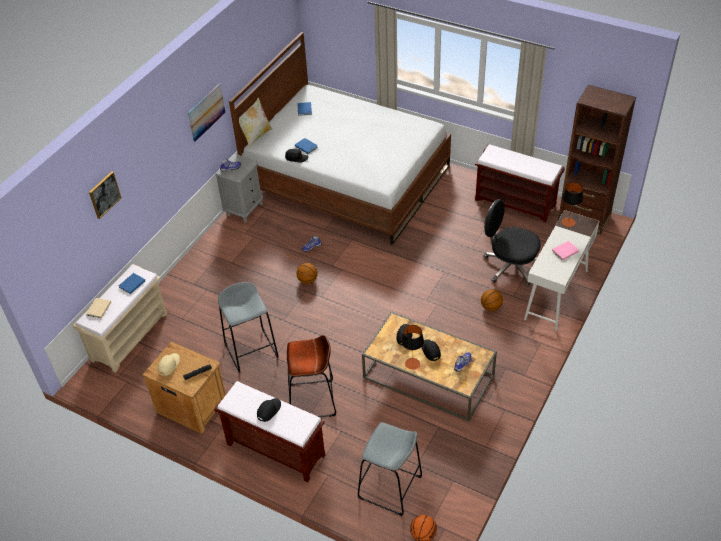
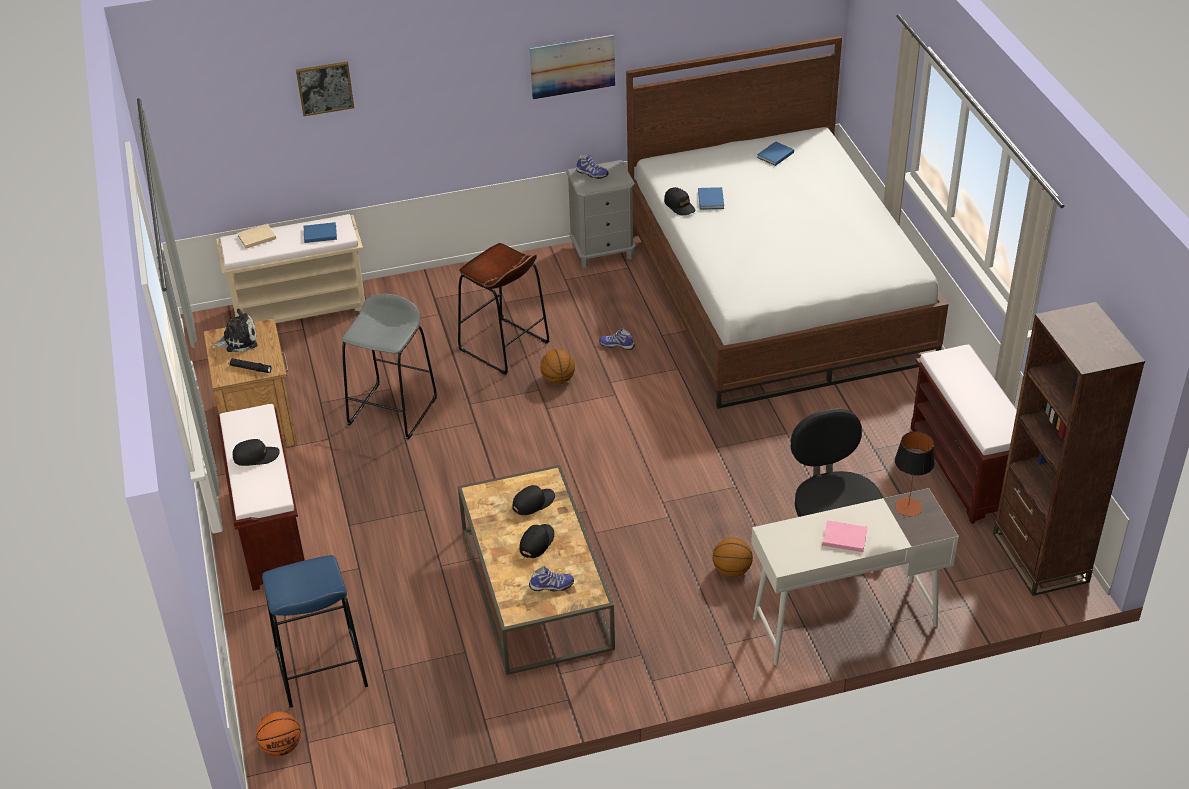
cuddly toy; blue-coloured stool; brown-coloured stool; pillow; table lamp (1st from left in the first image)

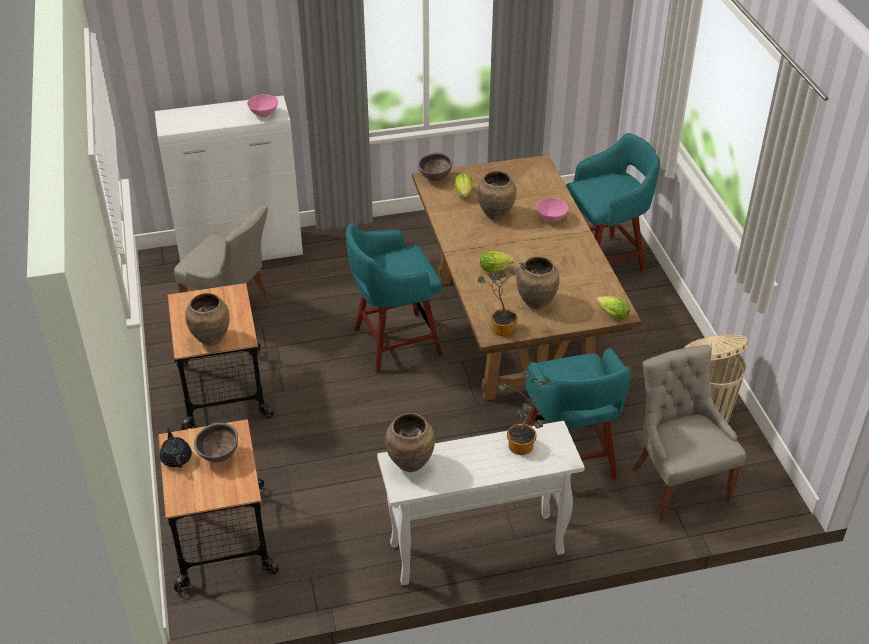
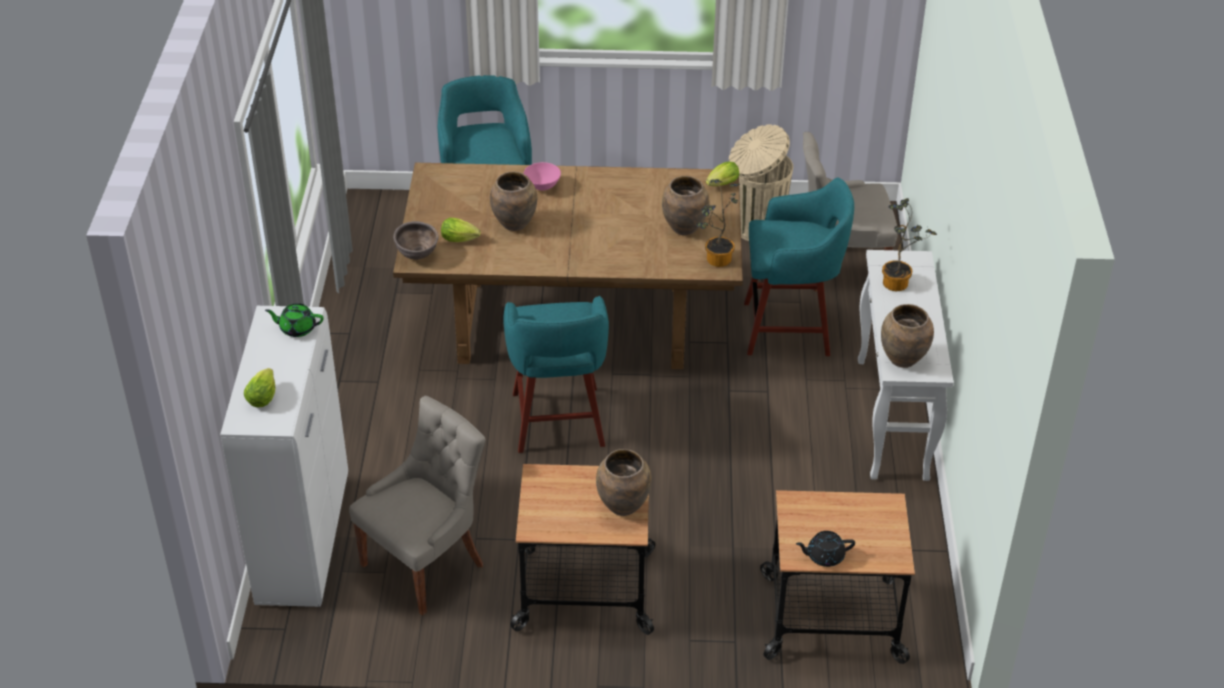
lettuce (1st from left); green tea pot; brown-coloured bowl (1st from left in the first image)

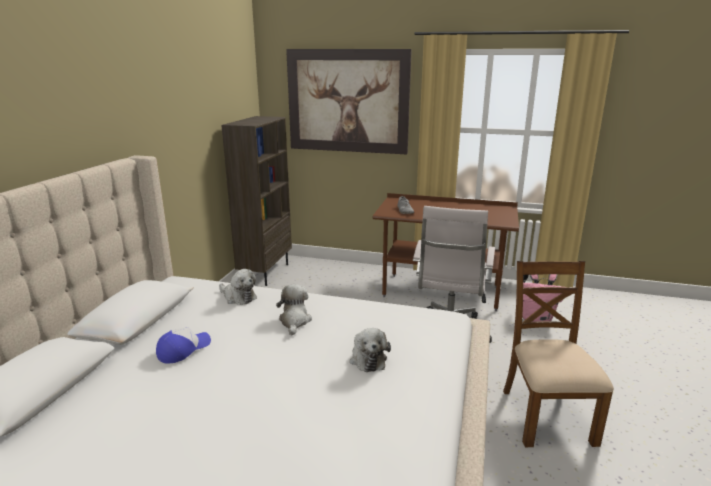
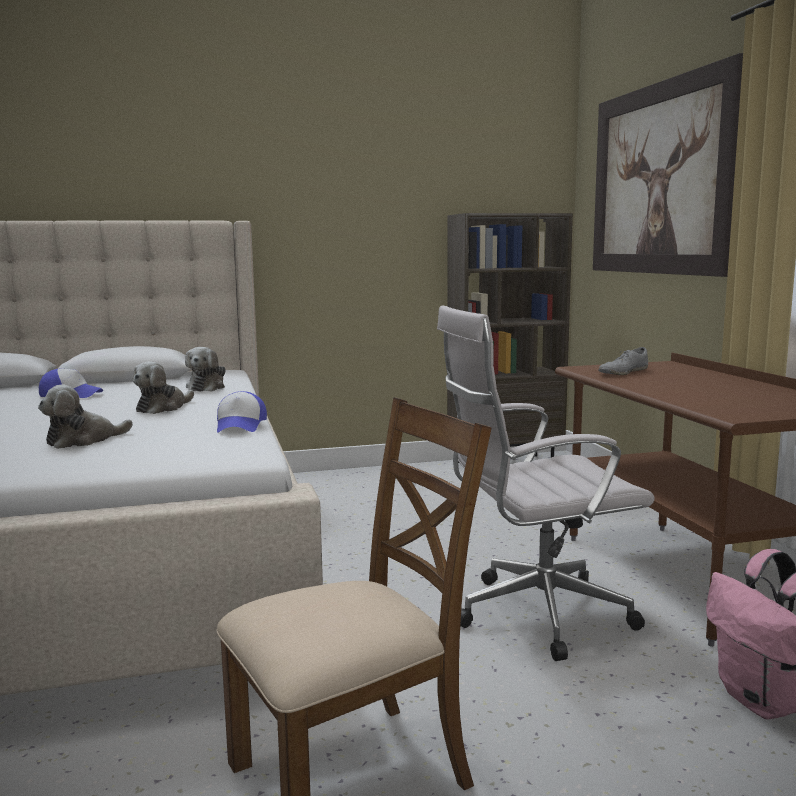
cuddly toy (2nd from left); baseball cap (2nd from left)

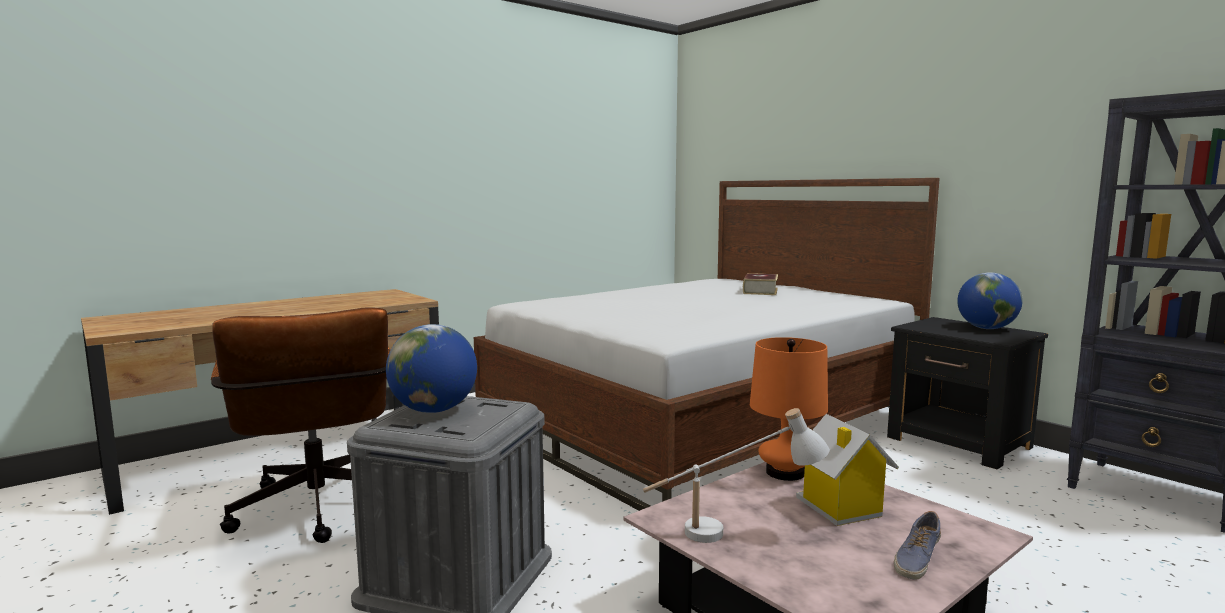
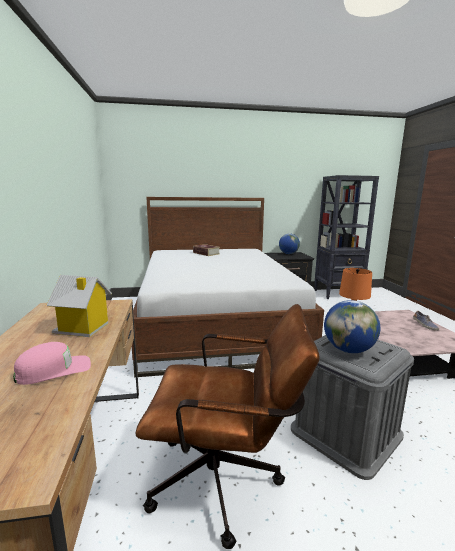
pink-coloured baseball cap; model house; white-coloured table lamp

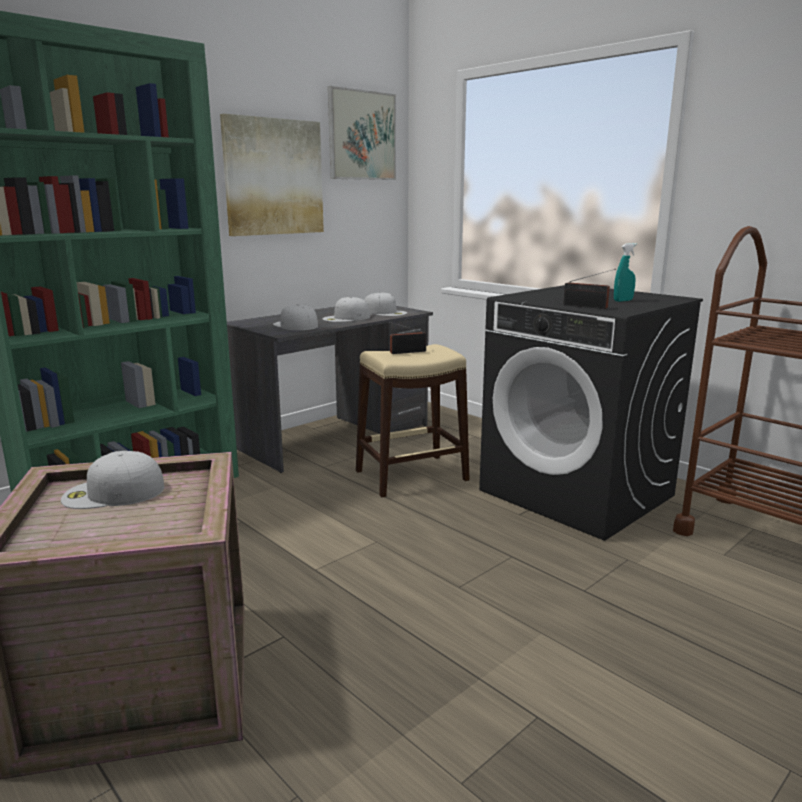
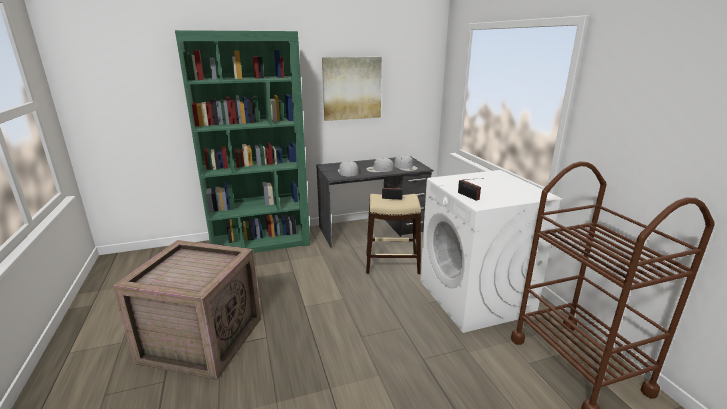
white-coloured laundry machine; white-coloured baseball cap (1st from left in the first image); wall picture (2nd from left in the first image); turquoise hand sprayer

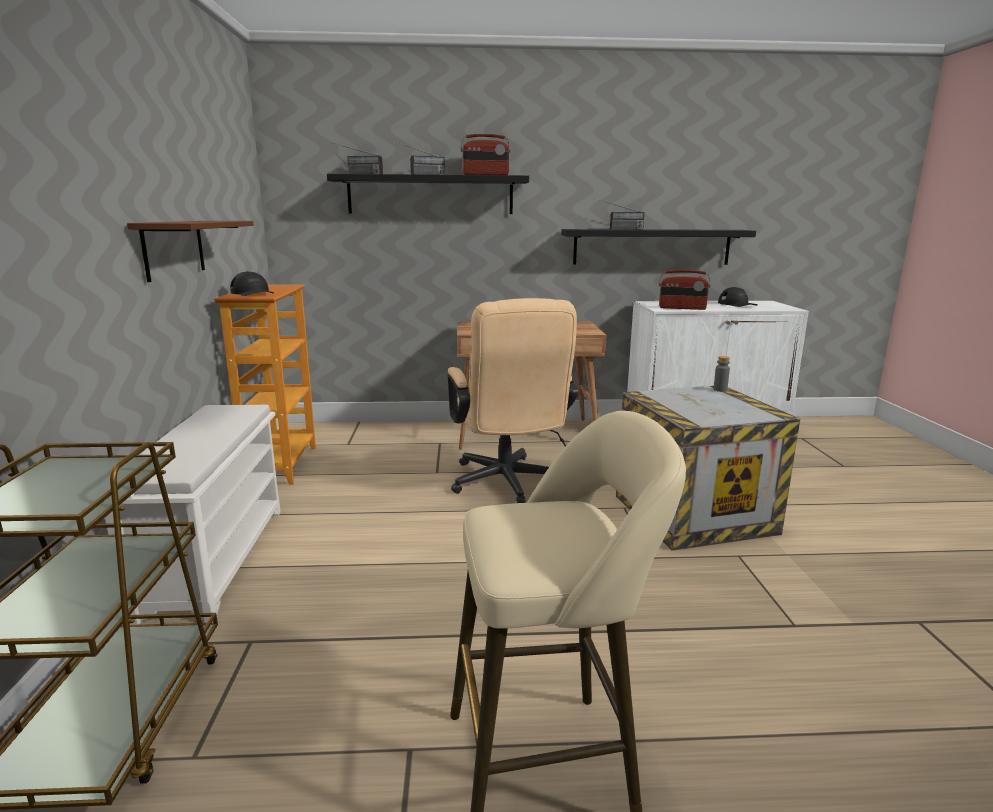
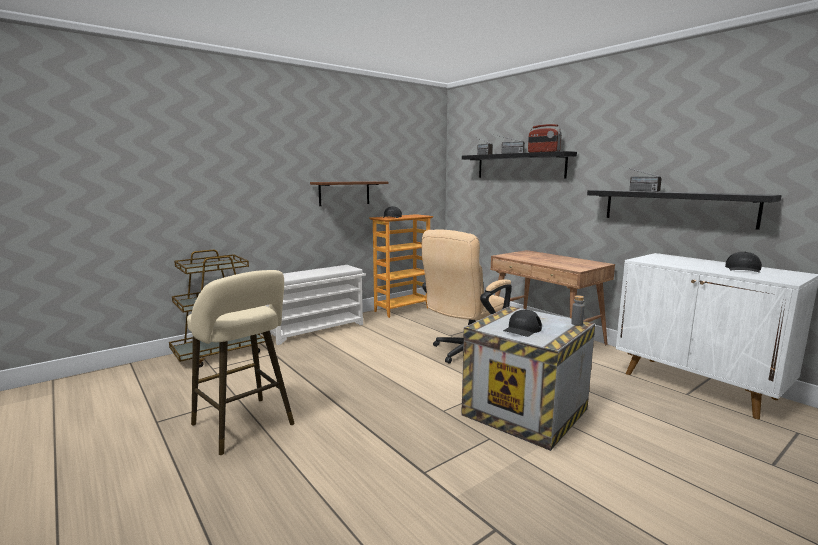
black-coloured baseball cap (2nd from left); radio receiver (5th from left in the first image)

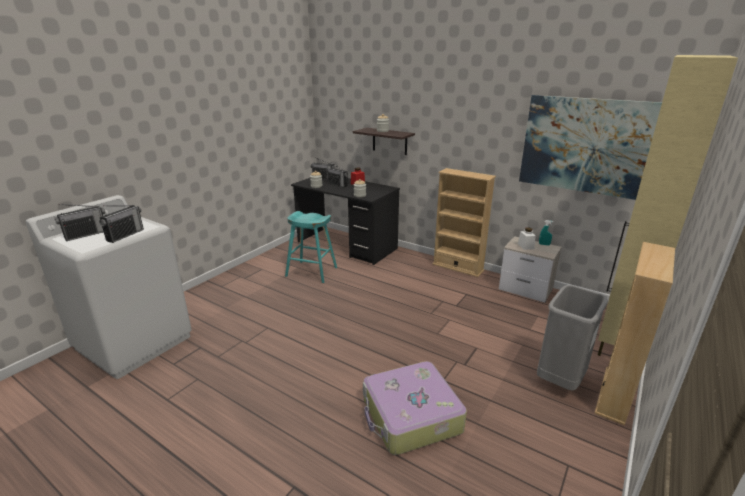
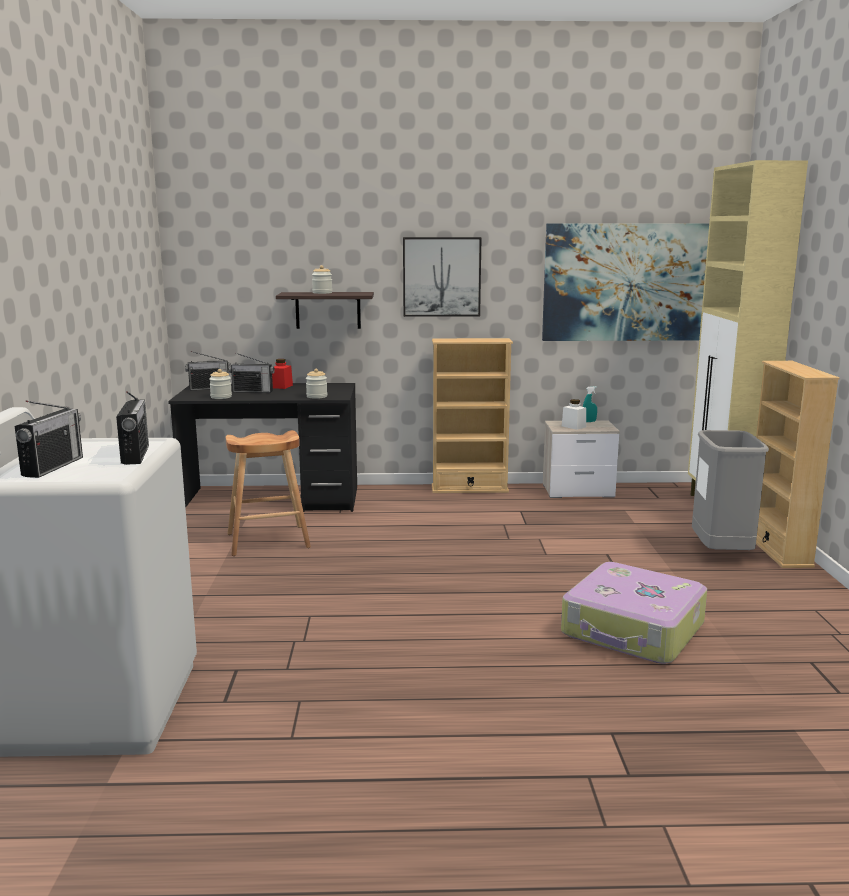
brown-coloured stool; wall picture (1st from left)

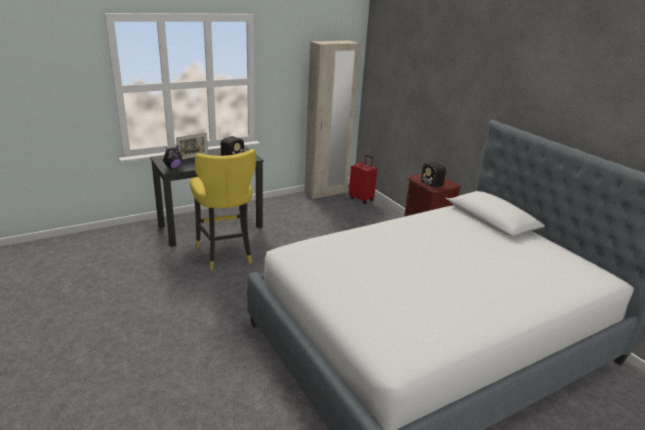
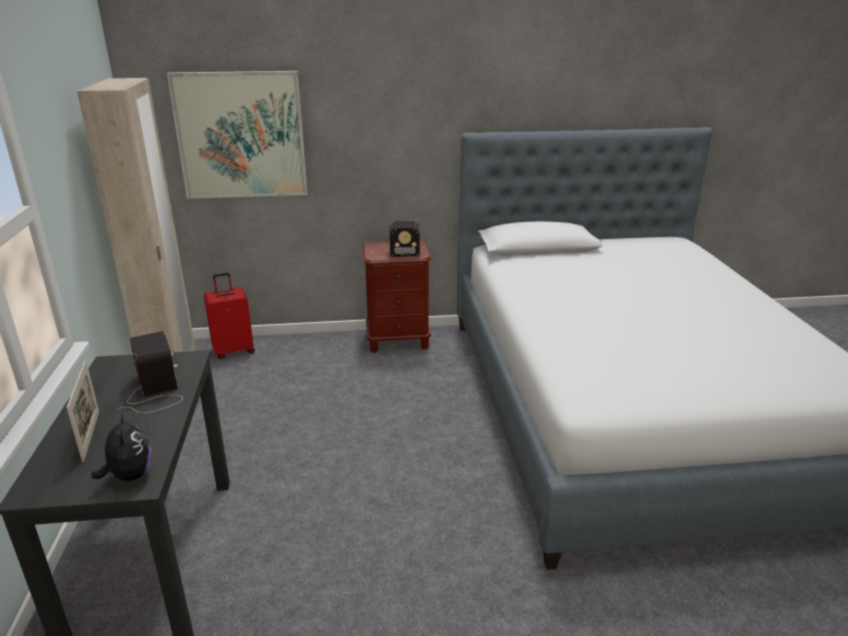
wall picture; yellowish stool

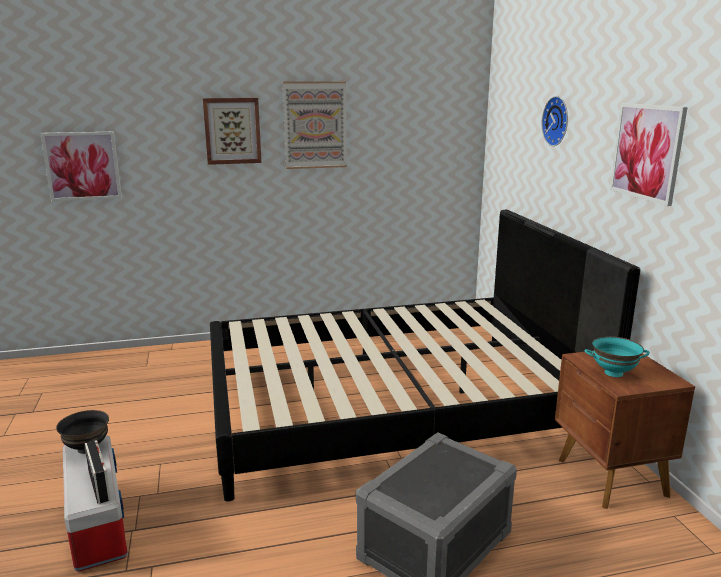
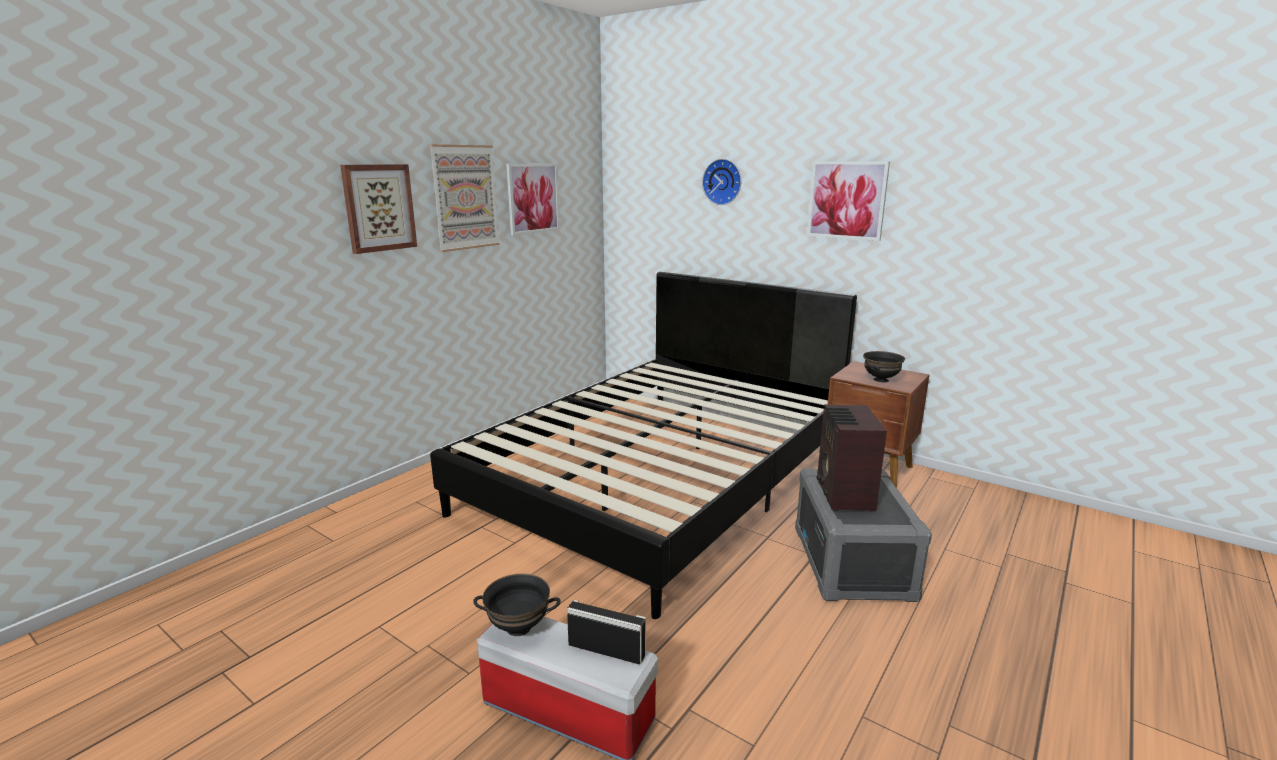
wall picture (3rd from left); radio receiver (2nd from left); black-coloured bowl (2nd from left)

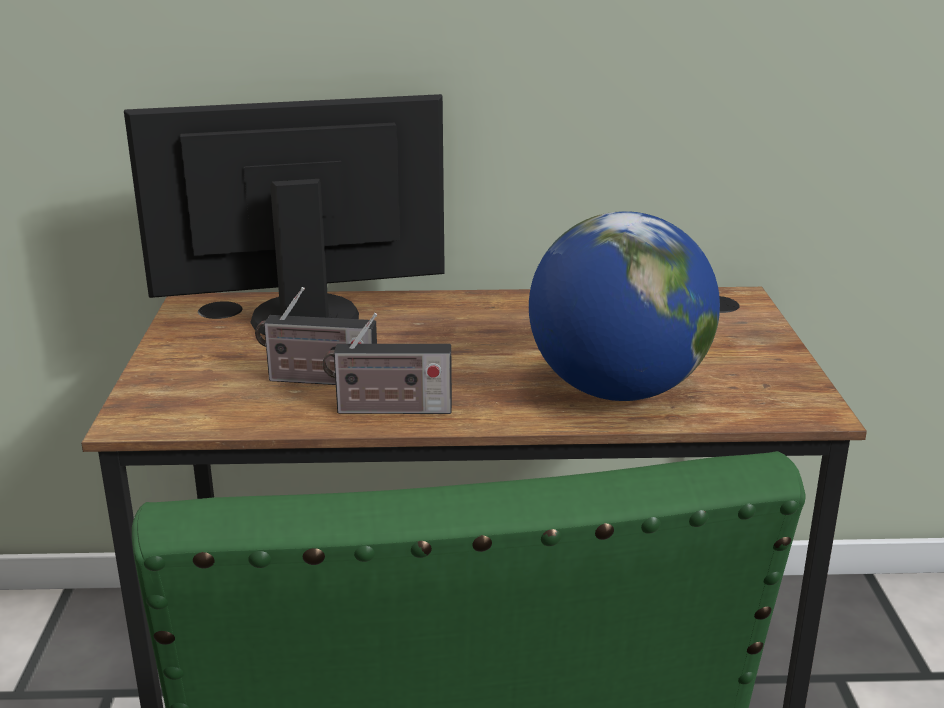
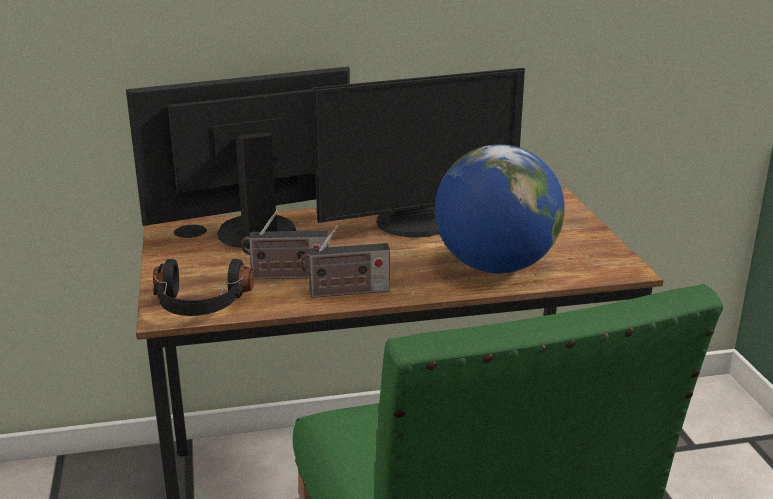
black-coloured pair of headphones; computer display (2nd from left)

